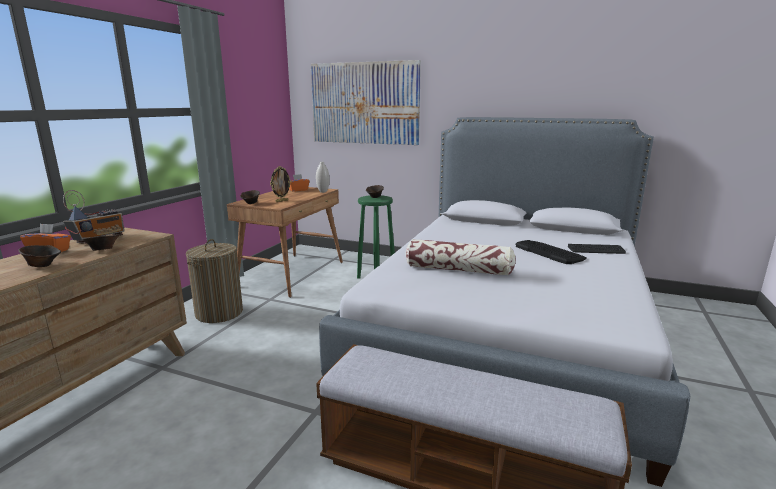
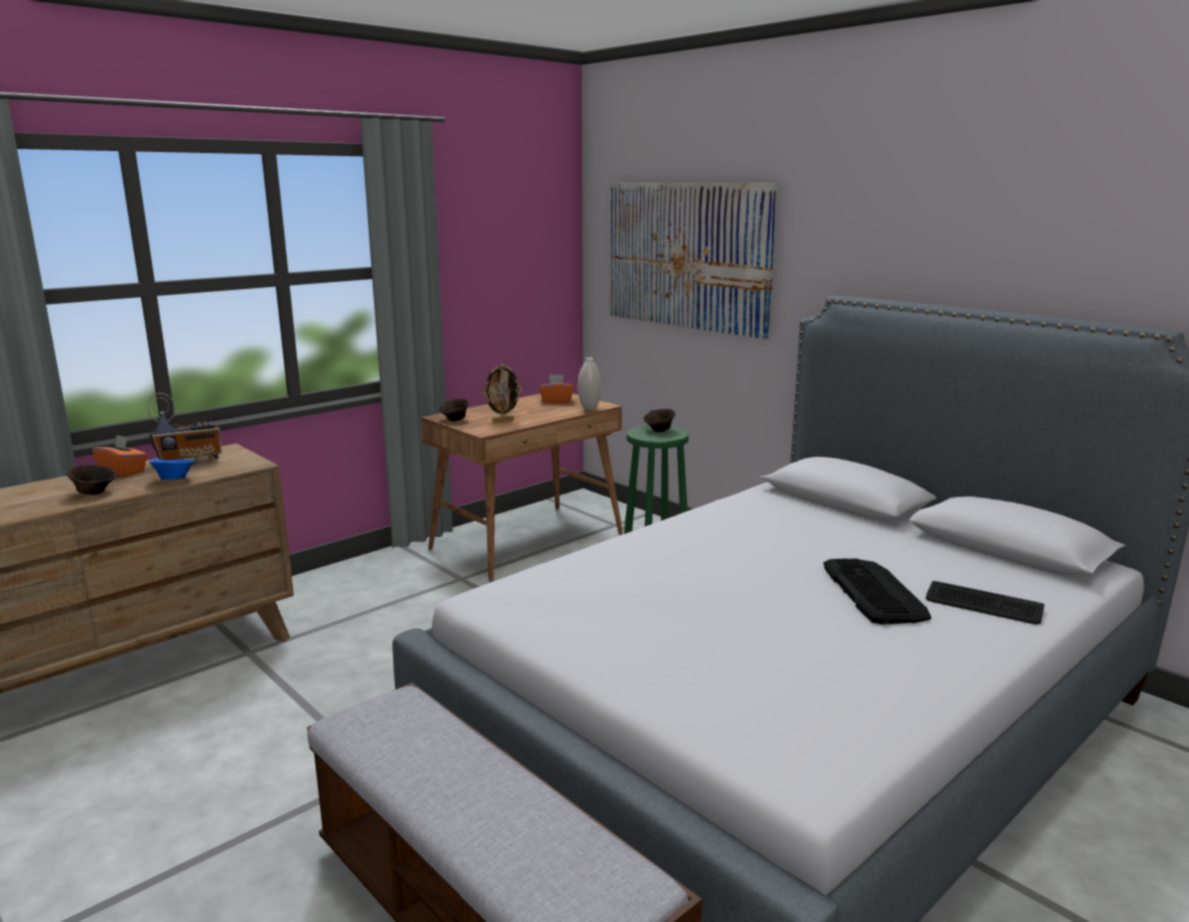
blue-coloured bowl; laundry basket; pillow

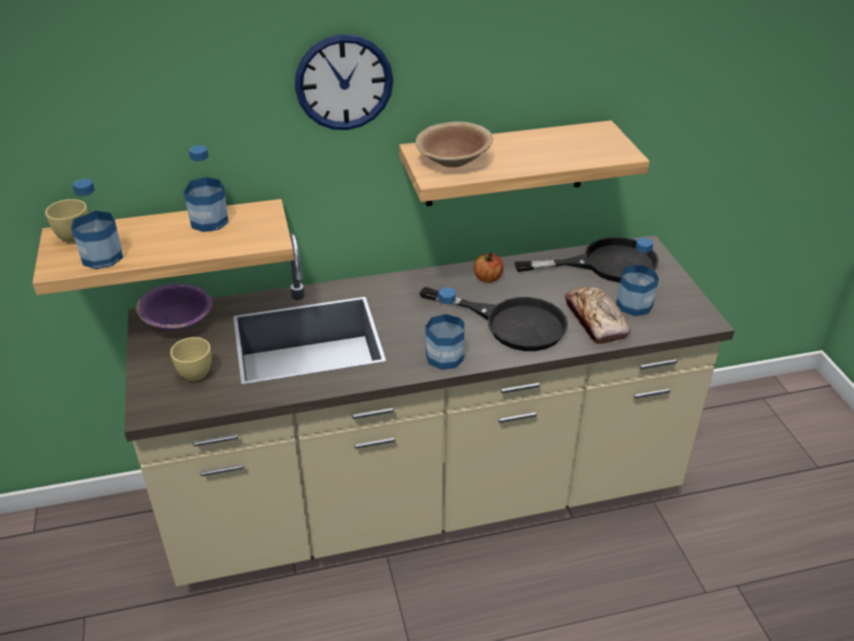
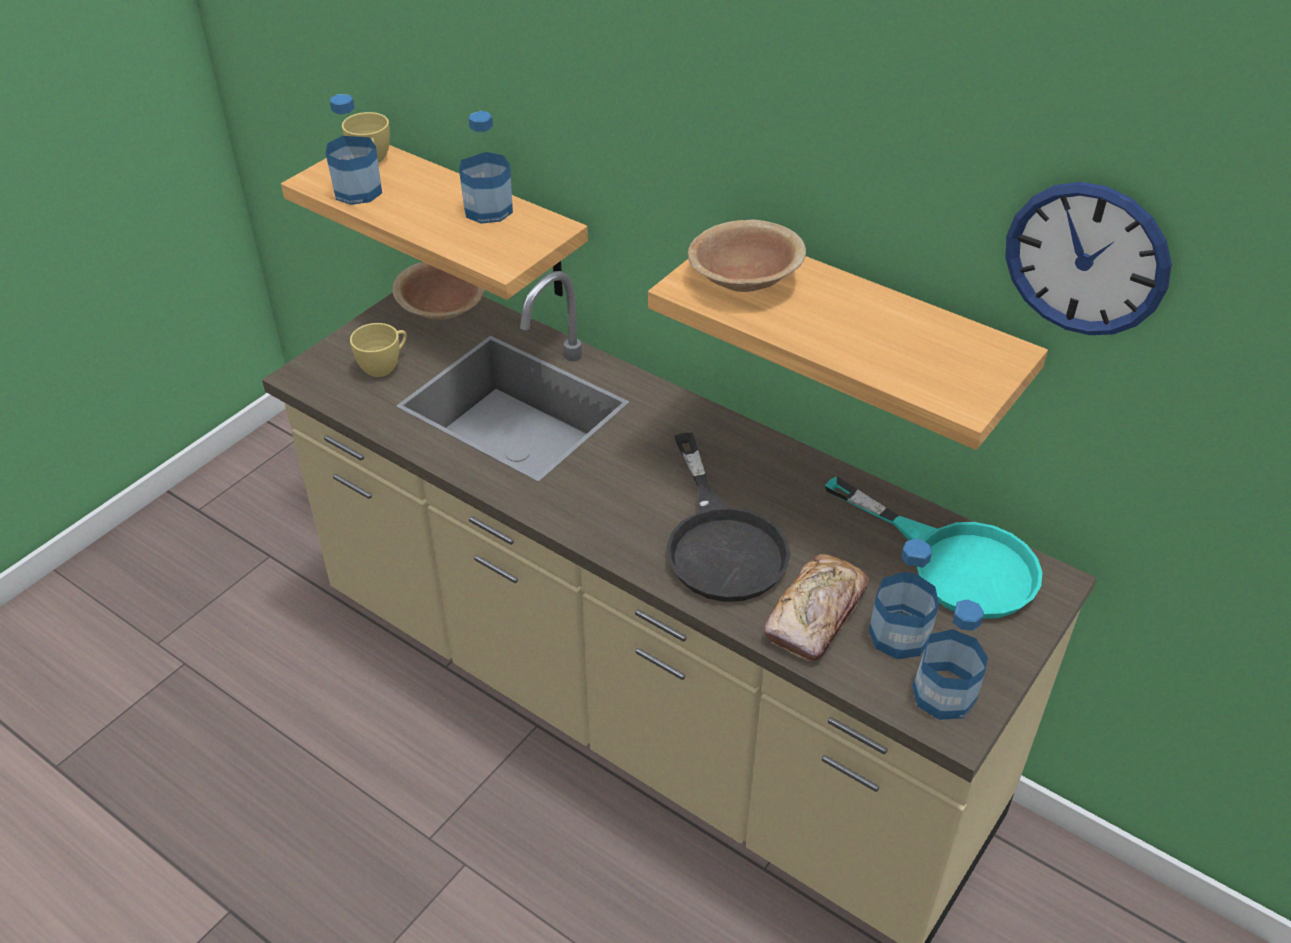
brown-coloured bowl (1st from left); turquoise pan; drink bottle (4th from left); hanging clock; apple

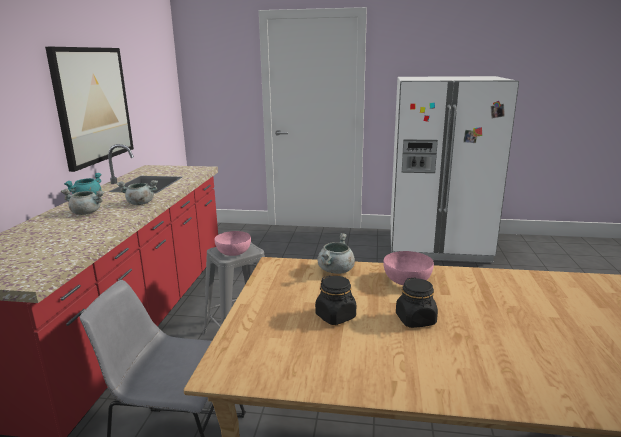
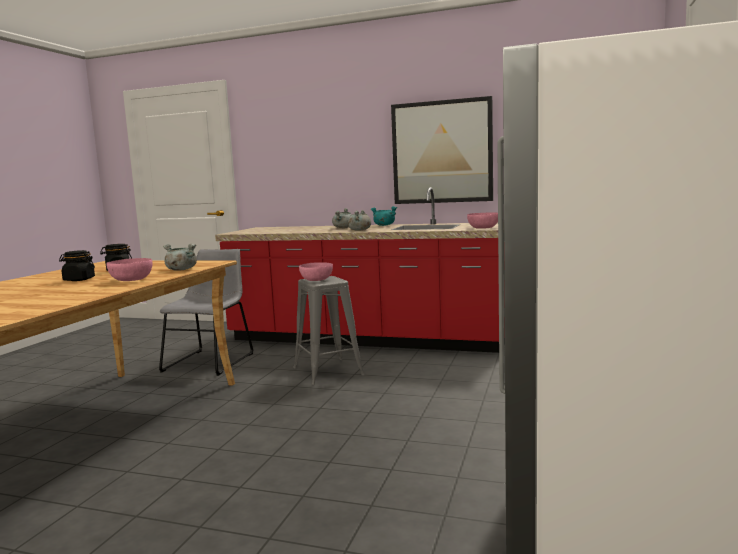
pink-coloured bowl (3rd from left)

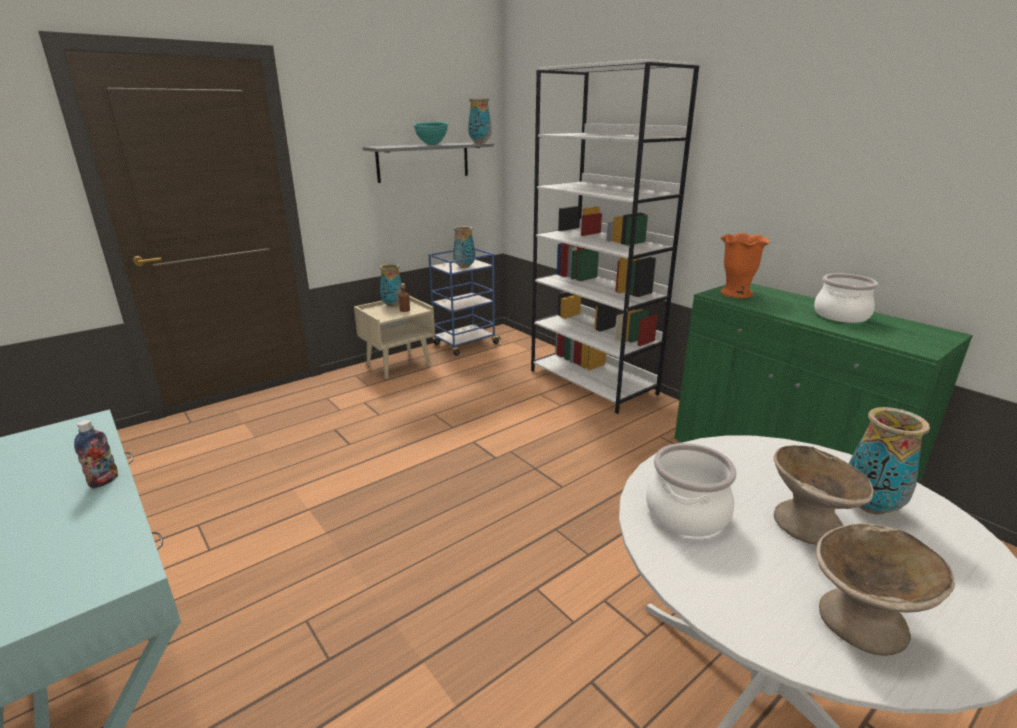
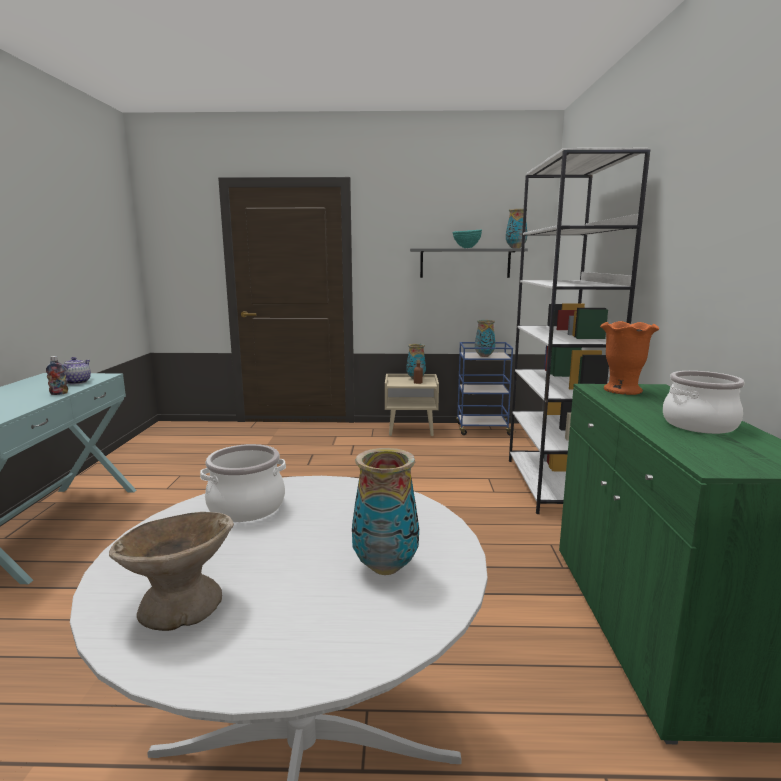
tea pot; beige bowl (1st from left in the first image)

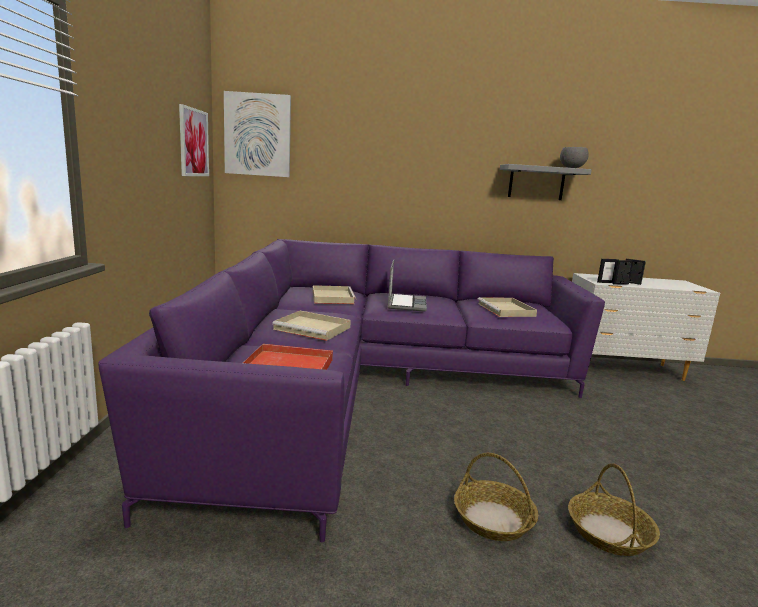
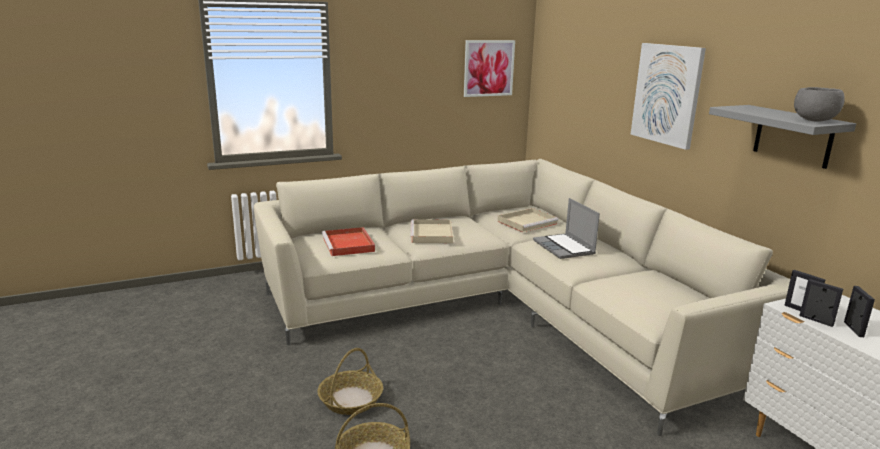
beige couch; laptop; wall picture (2nd from left); beige carrying tray (3rd from left in the first image)

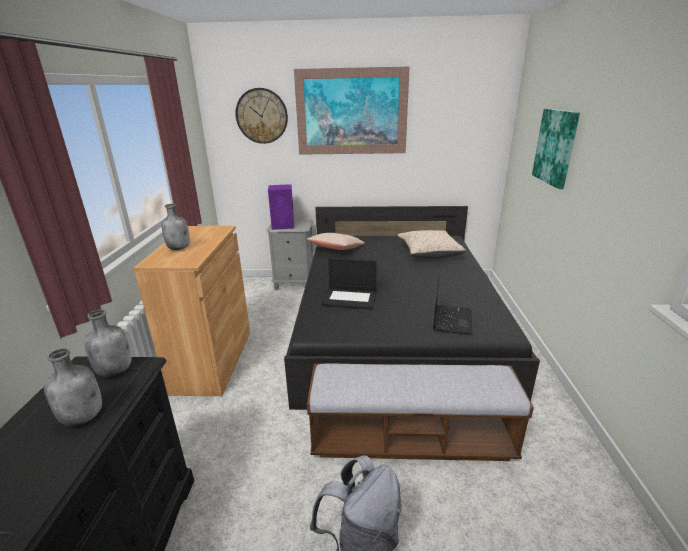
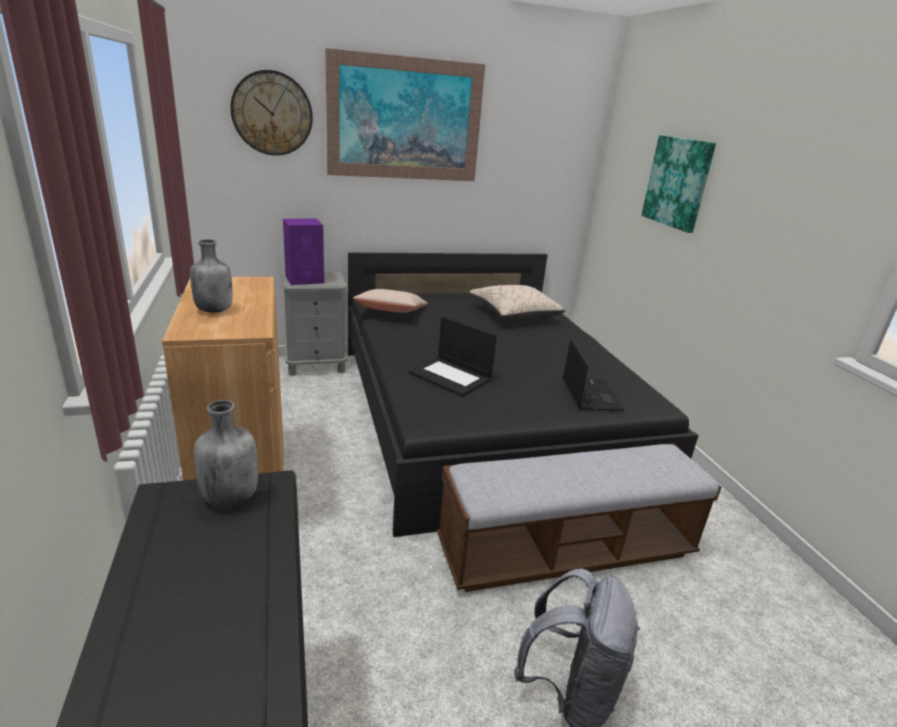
laptop (1st from left); greyish drink bottle (1st from left in the first image)

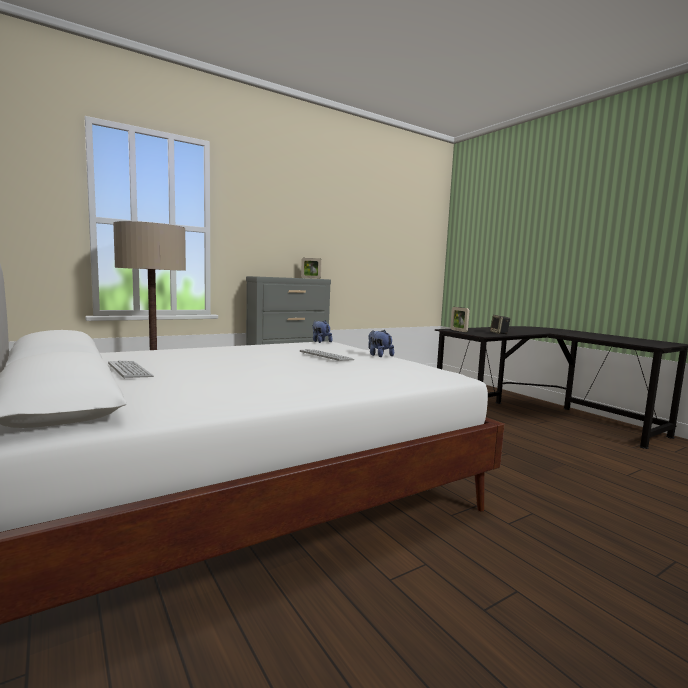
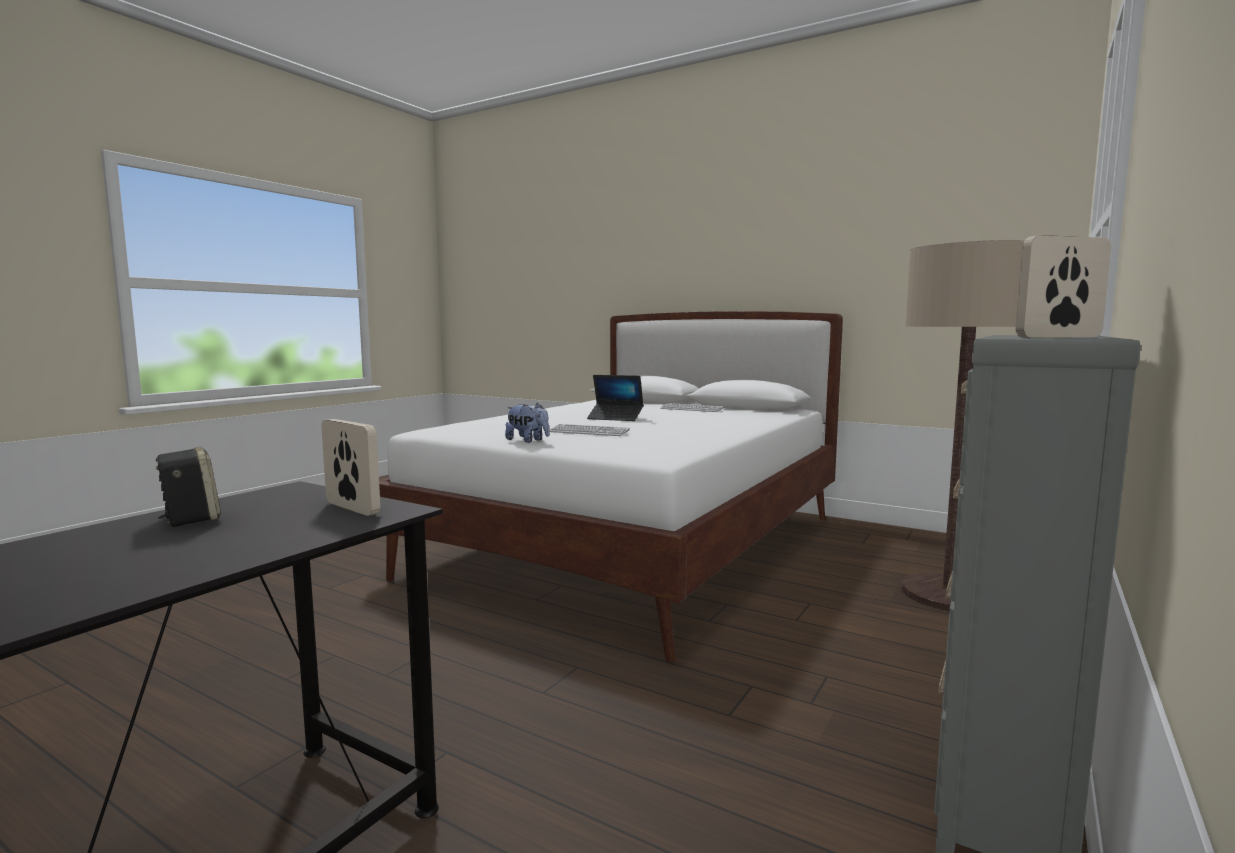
laptop; cuddly toy (1st from left in the first image)

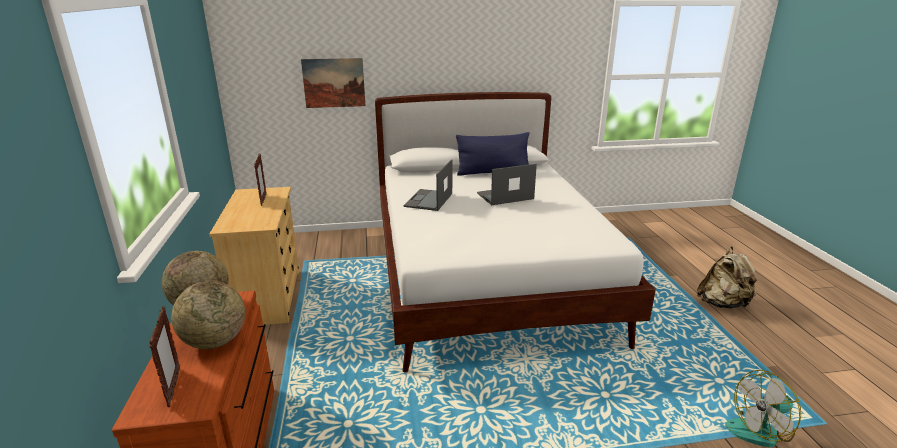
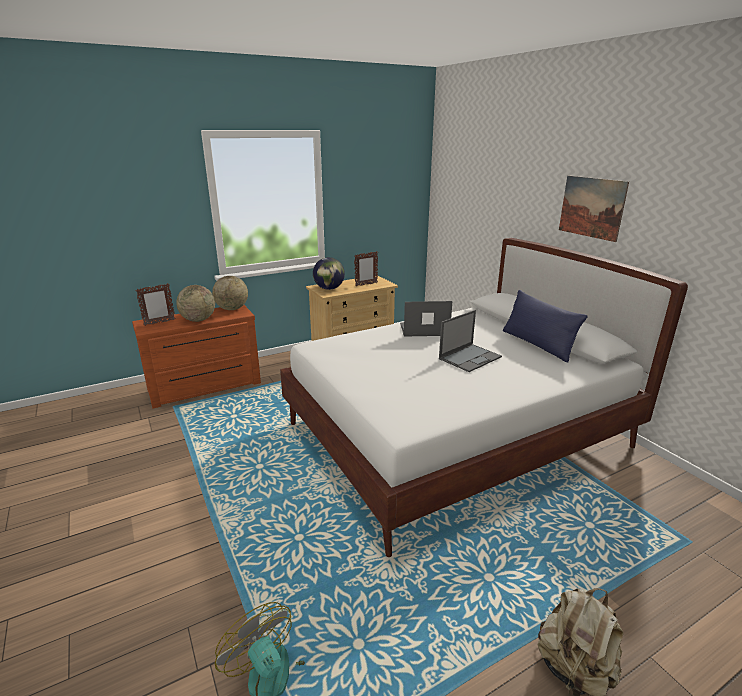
world globe (3rd from left); laptop (2nd from left); wall picture

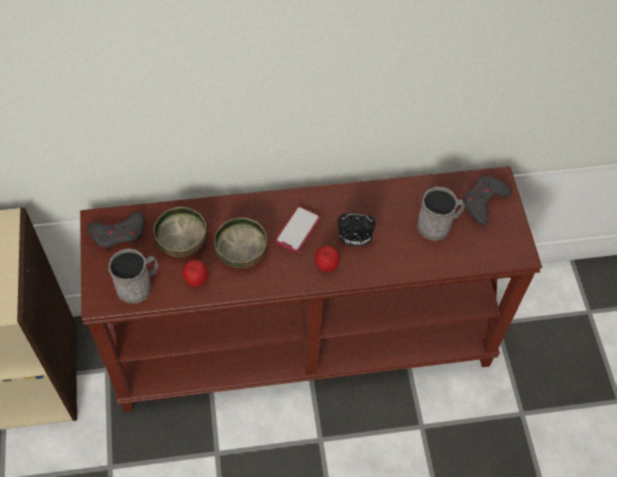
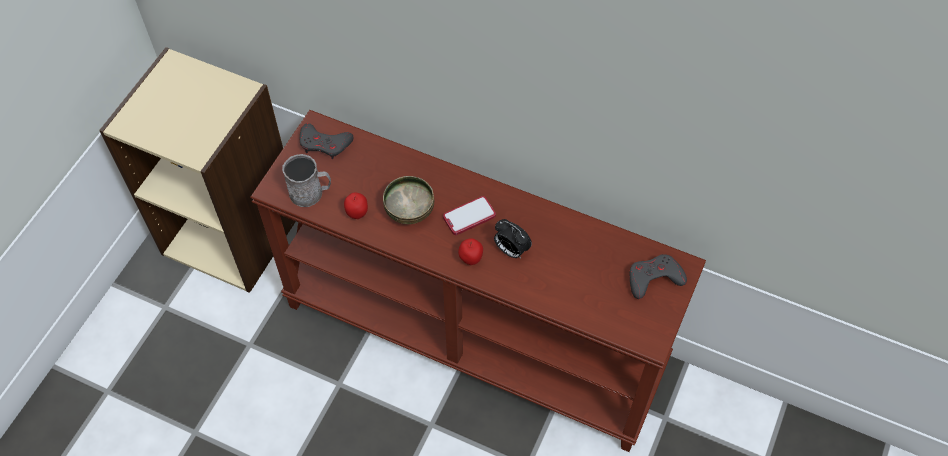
bowl (1st from left in the first image); greyish mug (2nd from left in the first image)

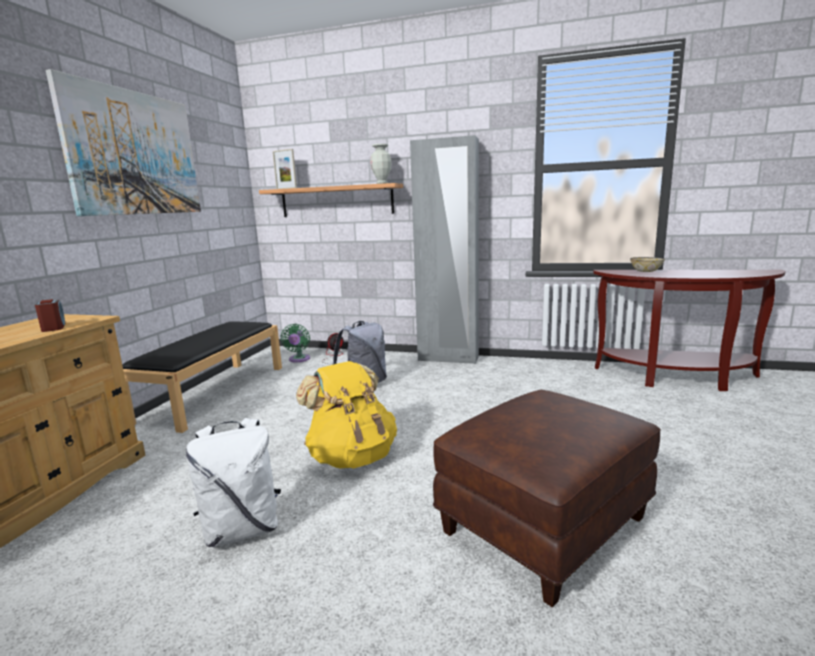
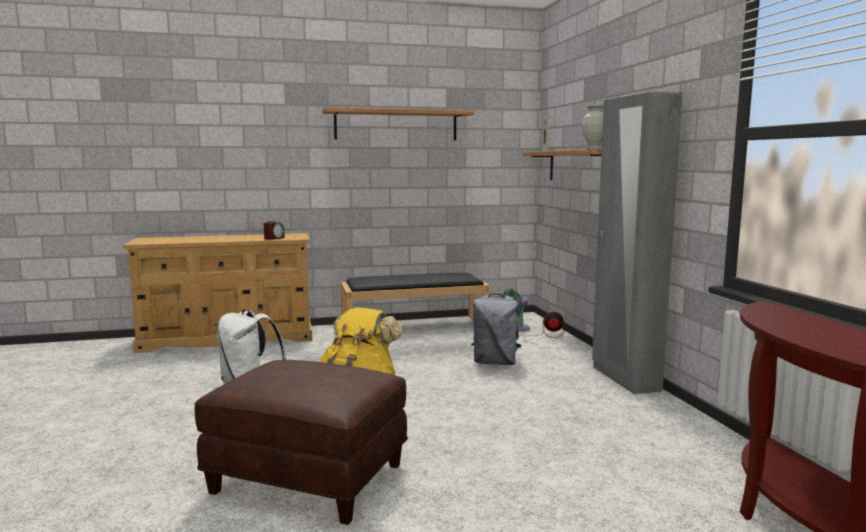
shelf (1st from left); bowl

